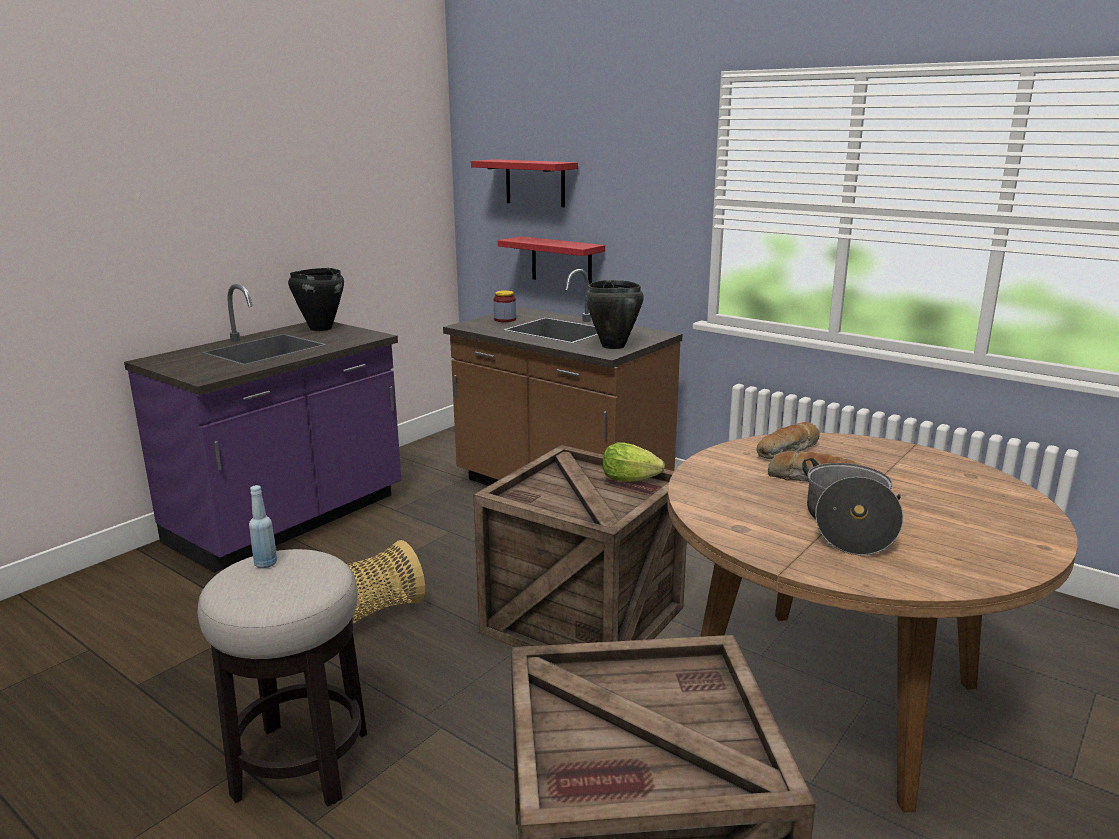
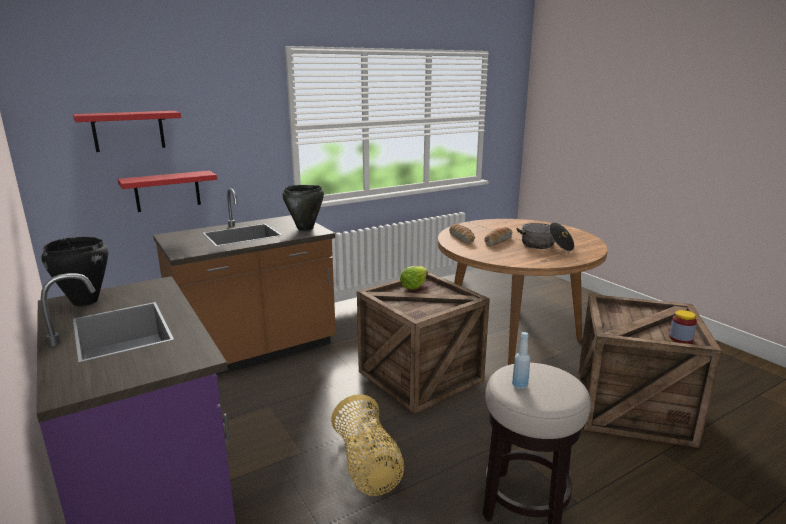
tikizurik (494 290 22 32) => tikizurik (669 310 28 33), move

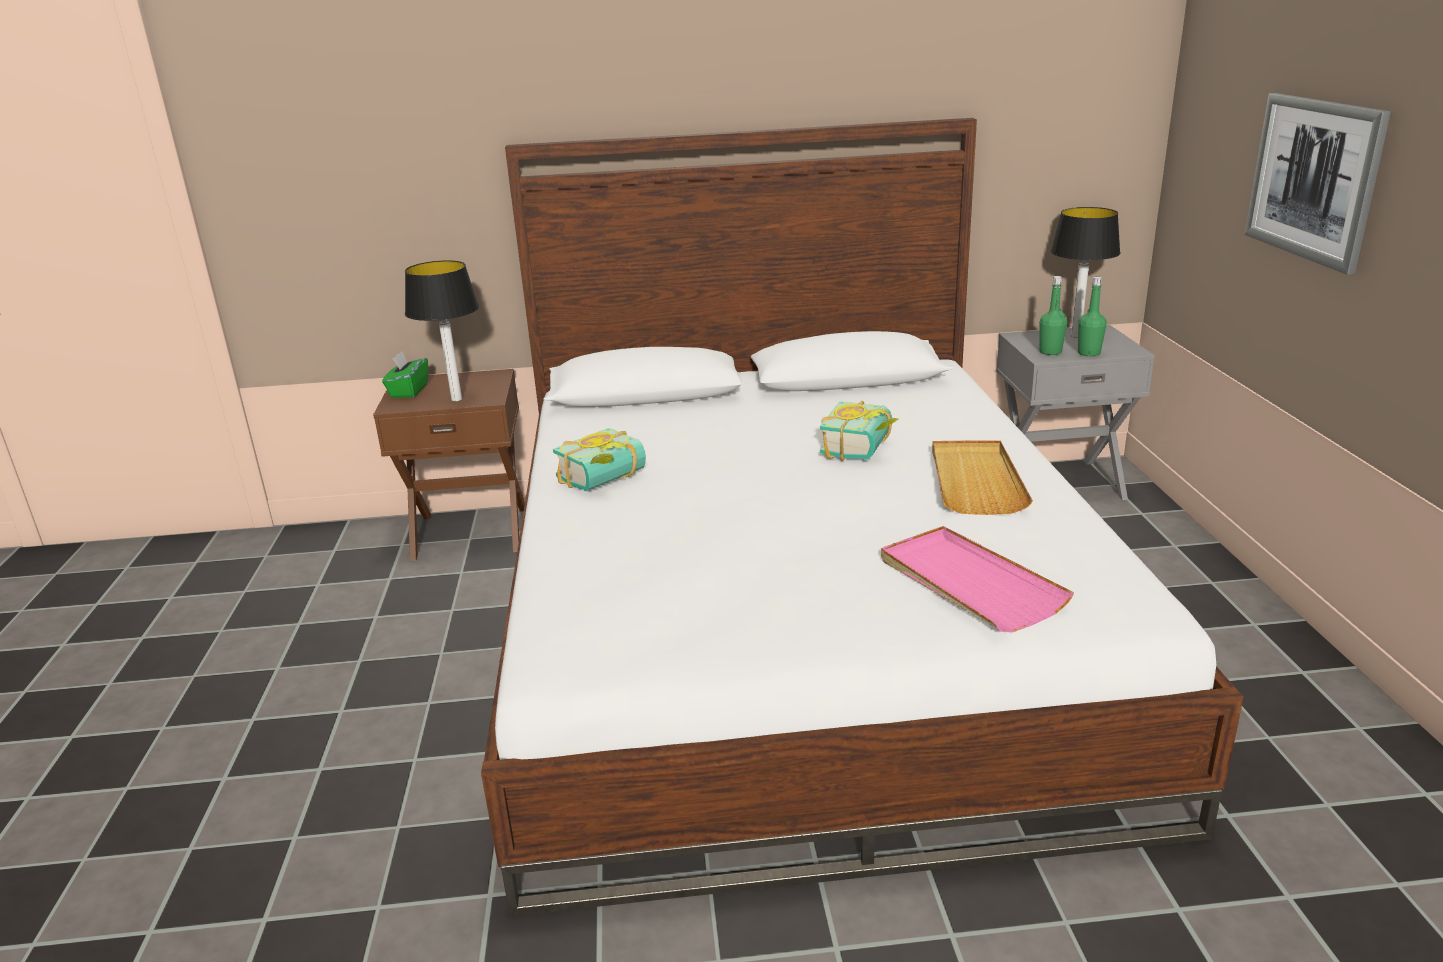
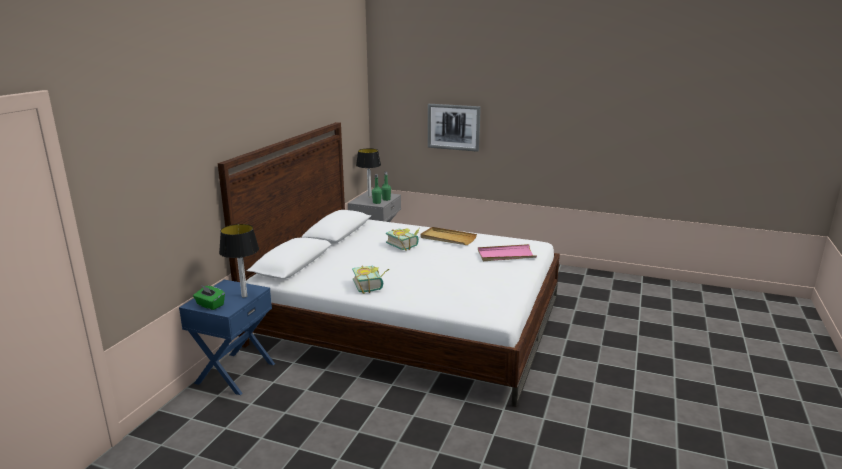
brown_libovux (373 369 152 192) => blue_libovux (179 280 96 115)

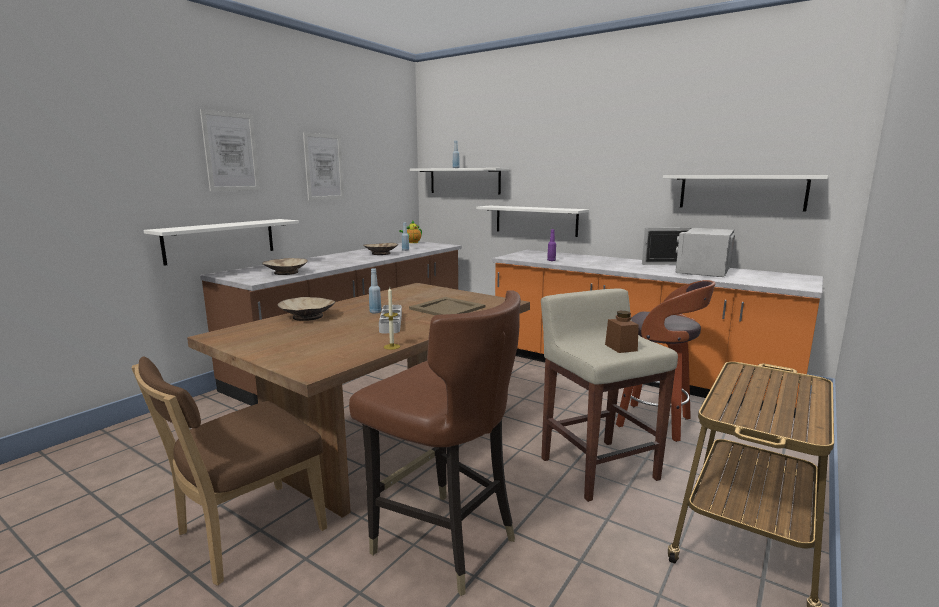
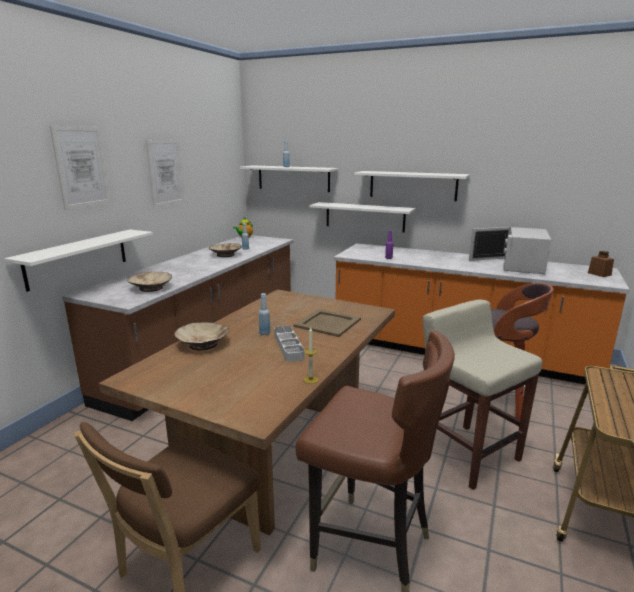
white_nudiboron (663 175 165 37) => white_nudiboron (354 171 116 30), move
brown_tikizurik (605 311 34 42) => brown_tikizurik (588 251 26 26), move

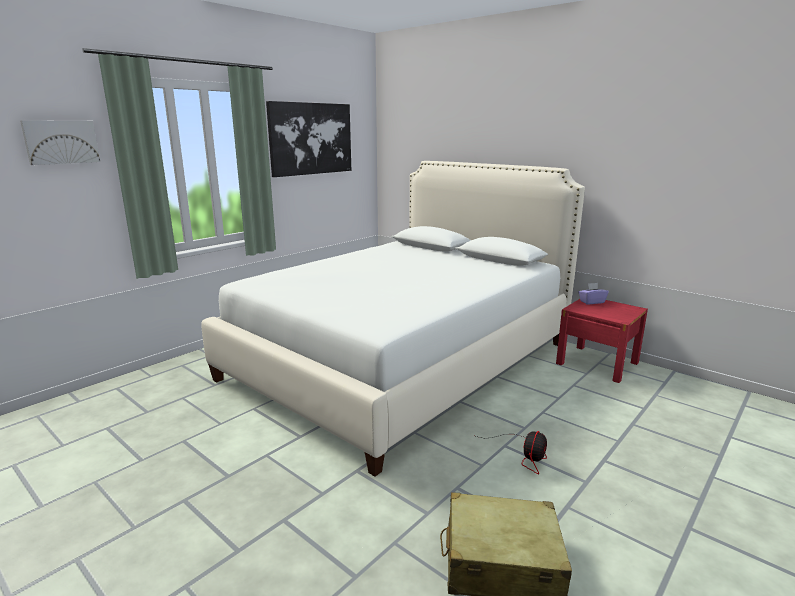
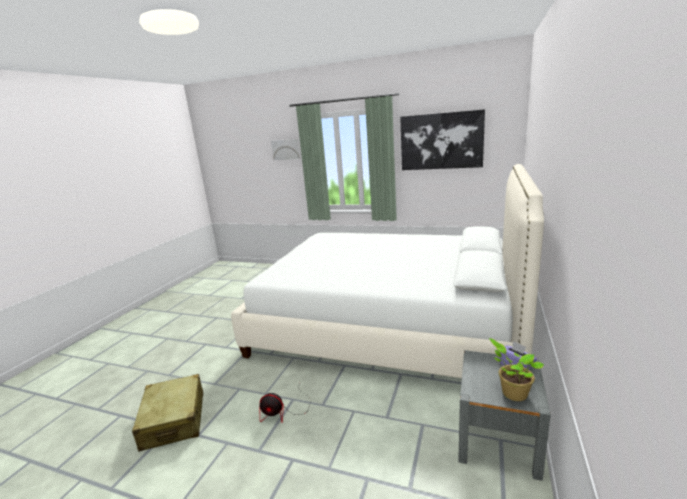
red_libovux (556 299 92 84) => grey_libovux (458 350 93 131)
nothing => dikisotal (489 338 55 63)

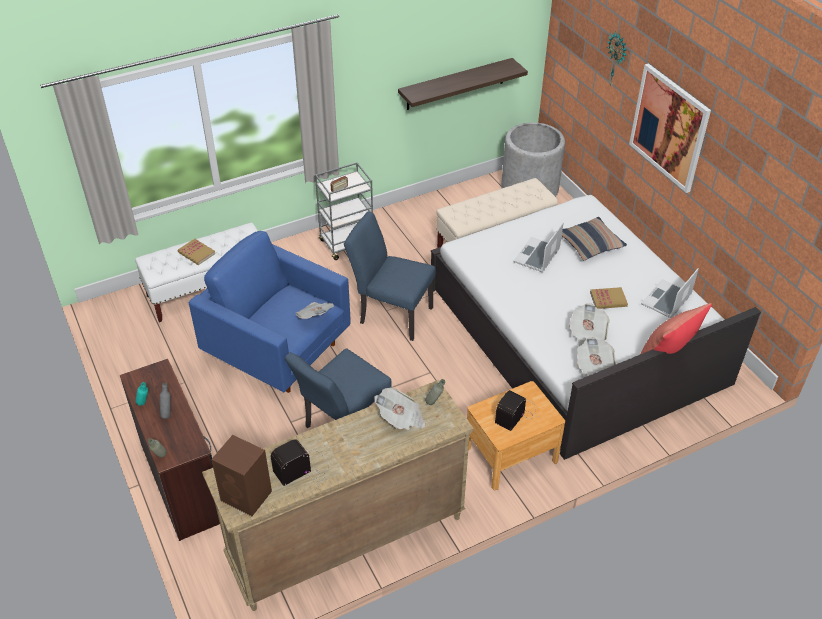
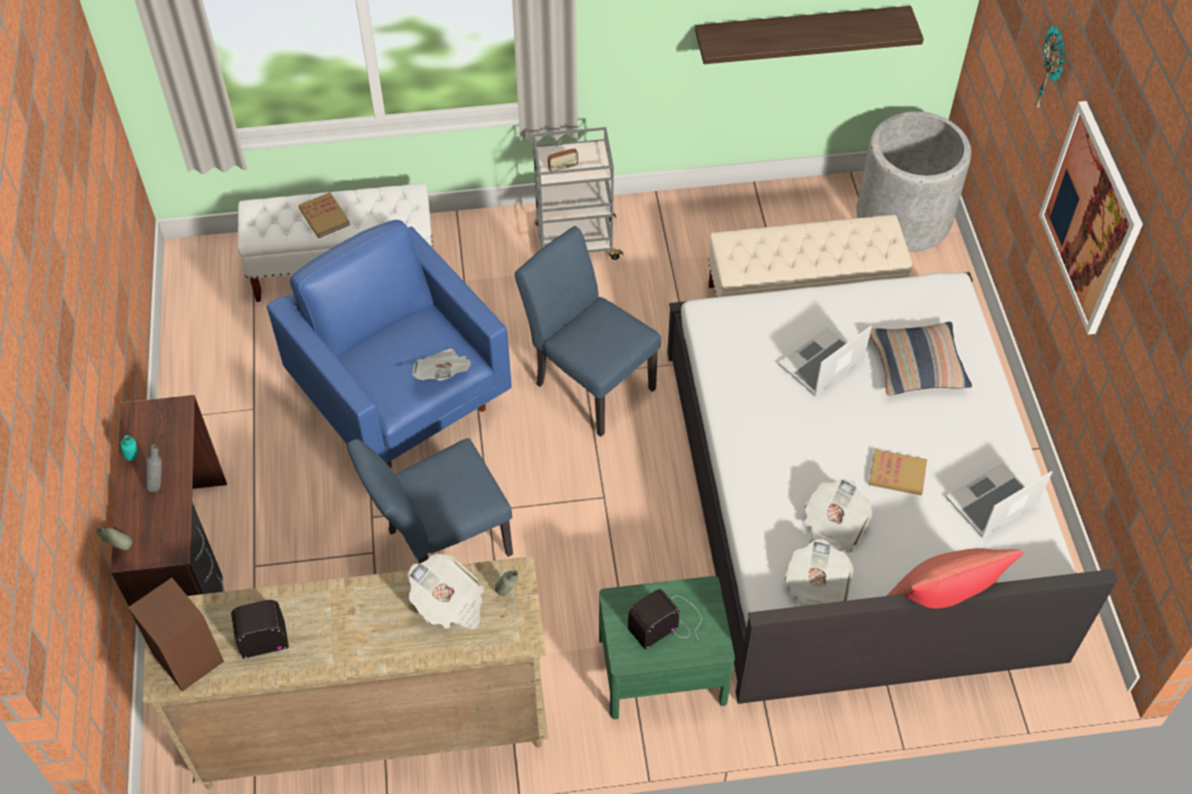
brown_libovux (467 381 98 109) => green_libovux (599 576 136 143)

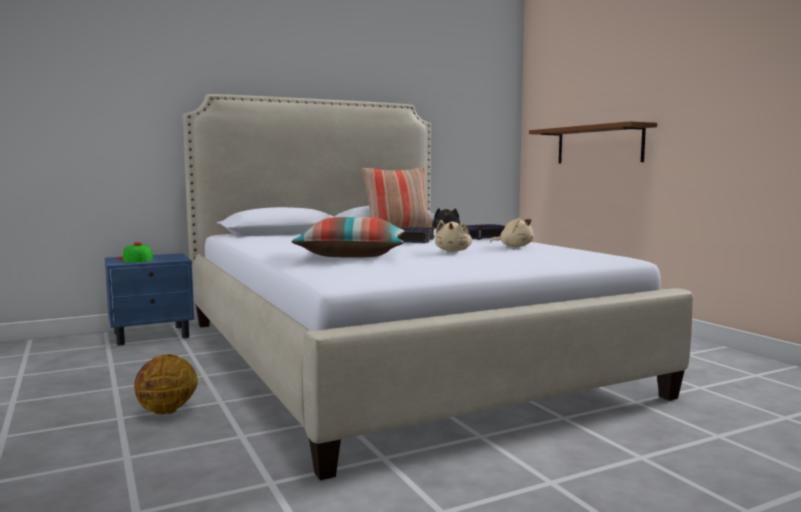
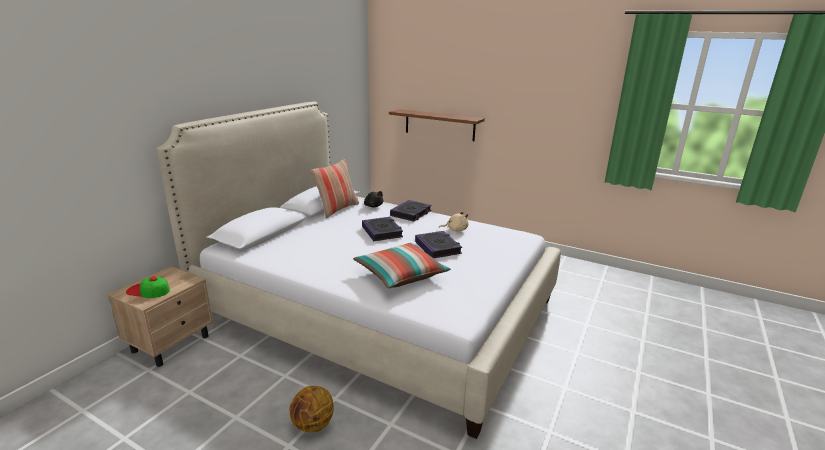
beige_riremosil (435 220 37 32) => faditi (415 231 47 27)
blue_libovux (105 253 89 93) => beige_libovux (108 266 105 101)

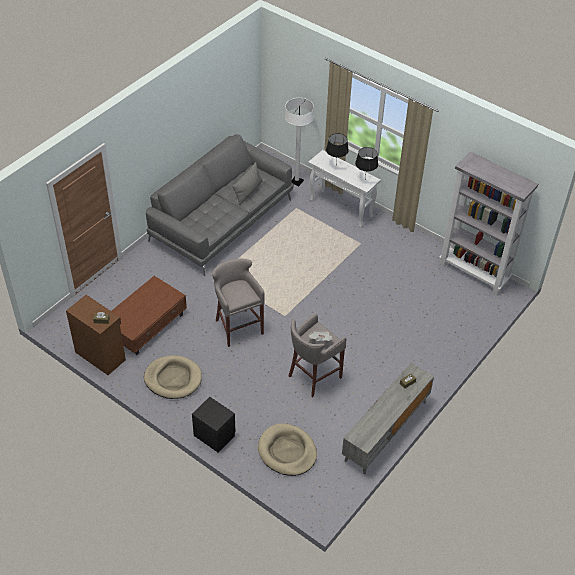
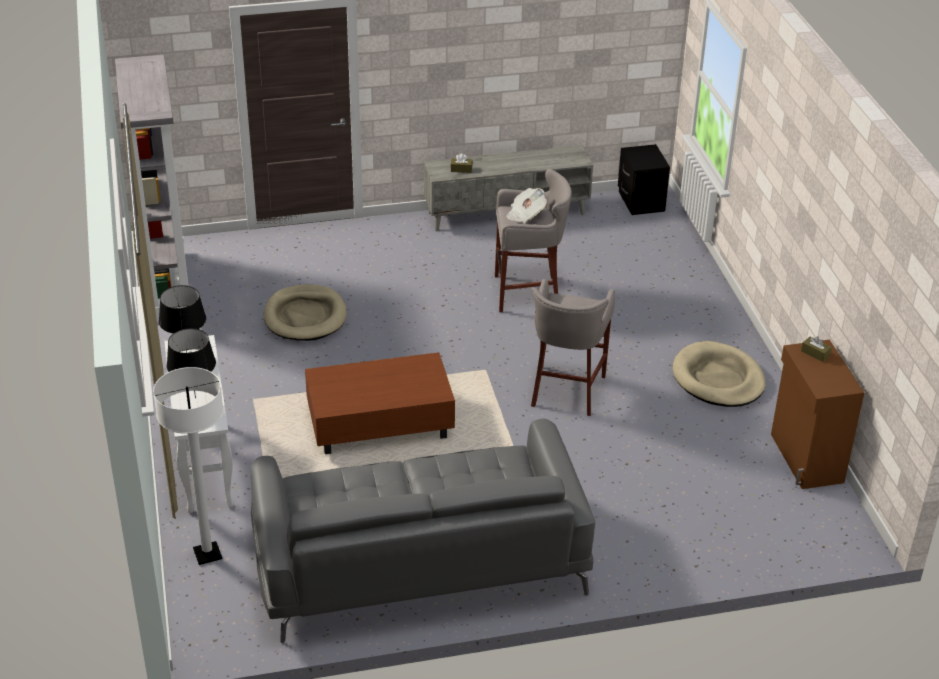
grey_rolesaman (232 162 31 43) => nothing
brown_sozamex (112 276 75 79) => brown_sozamex (305 352 150 102), move
black_libovux (192 397 43 56) => black_libovux (618 144 52 71), move
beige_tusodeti (258 423 59 53) => beige_tusodeti (264 284 82 57), move

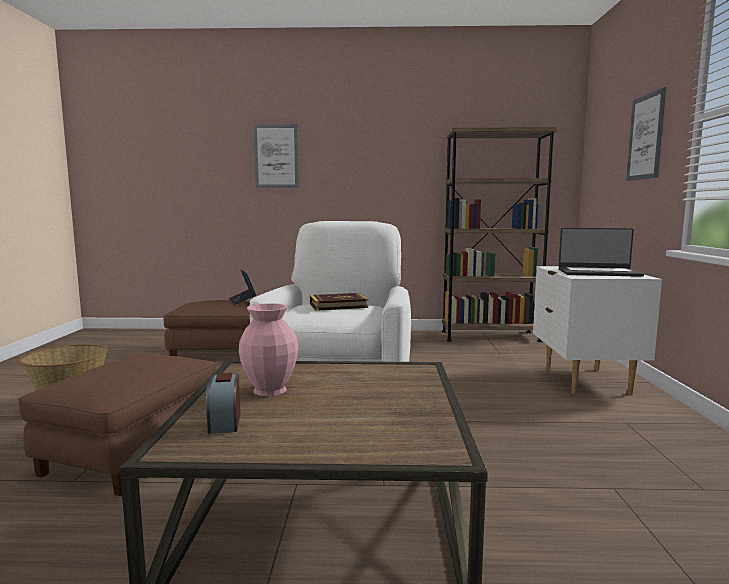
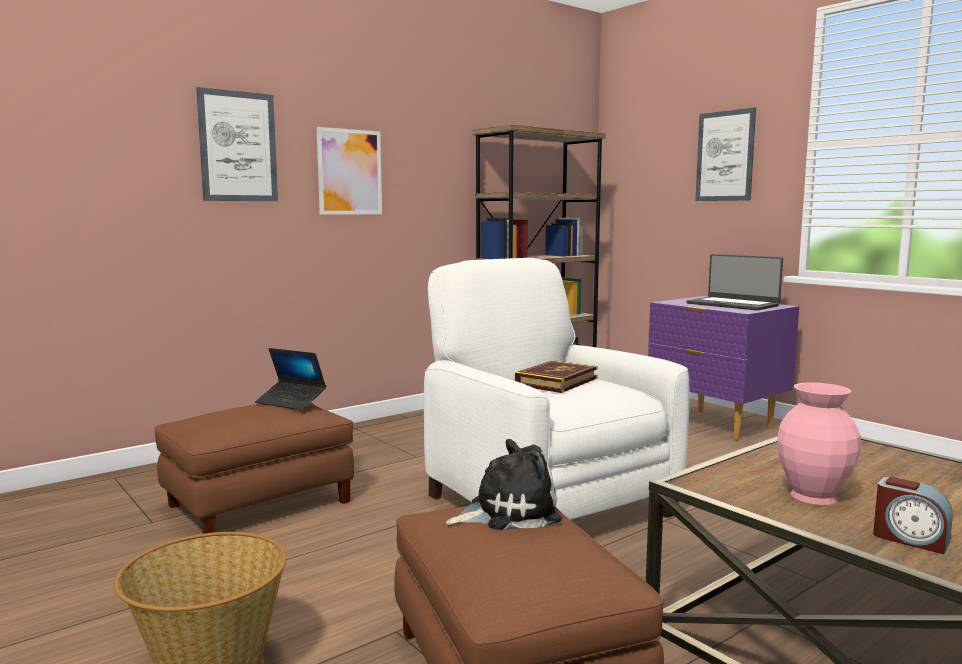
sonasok (558 228 86 49) => sonasok (687 254 96 57), 75 degrees clockwise
white_libovux (533 266 129 129) => purple_libovux (648 296 151 145)
nothing => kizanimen (317 127 65 88)
nothing => riremosil (446 439 116 91)

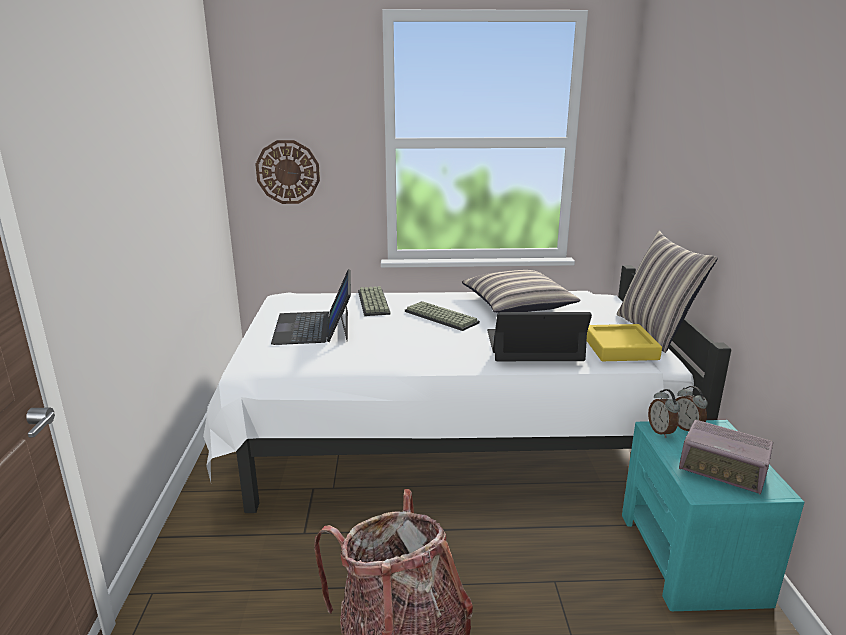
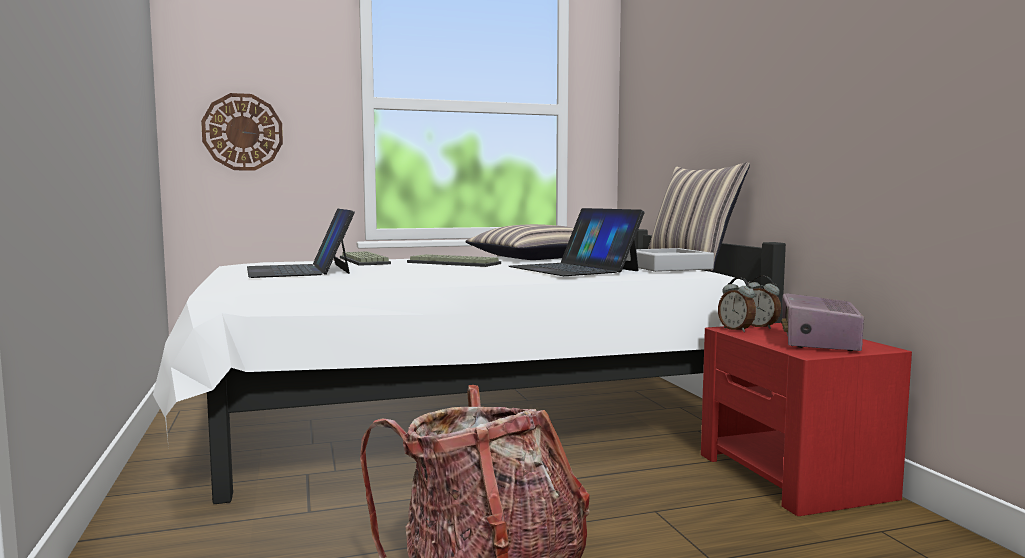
sonasok (487 312 105 49) => sonasok (509 208 136 68), 105 degrees counterclockwise
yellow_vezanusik (587 324 75 37) => grey_vezanusik (626 248 88 24)
turquoise_libovux (622 420 182 191) => red_libovux (701 323 211 193)
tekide (679 420 94 74) => tekide (781 293 83 58), 90 degrees clockwise

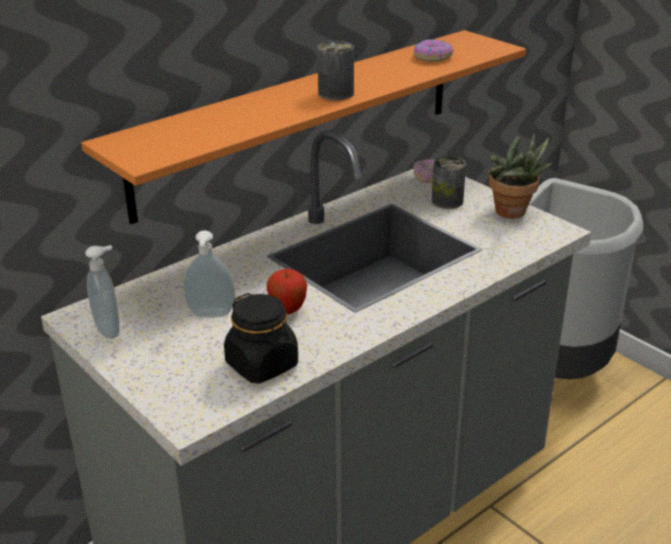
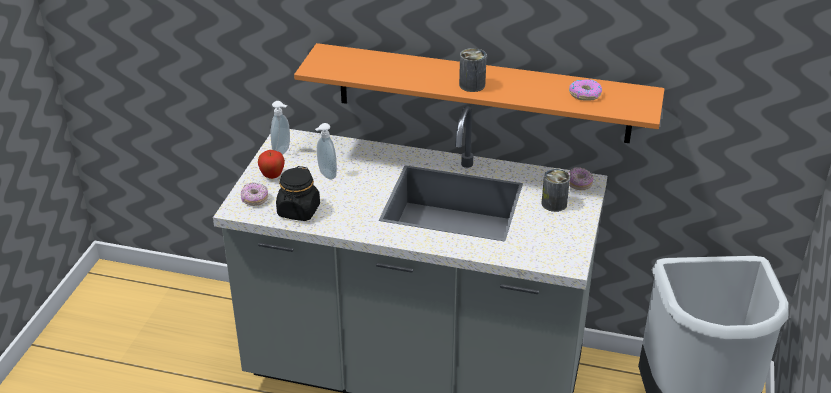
dikisotal (488 133 65 85) => nothing
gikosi (267 269 40 46) => gikosi (258 150 27 29), move
nothing => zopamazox (241 183 27 23)

